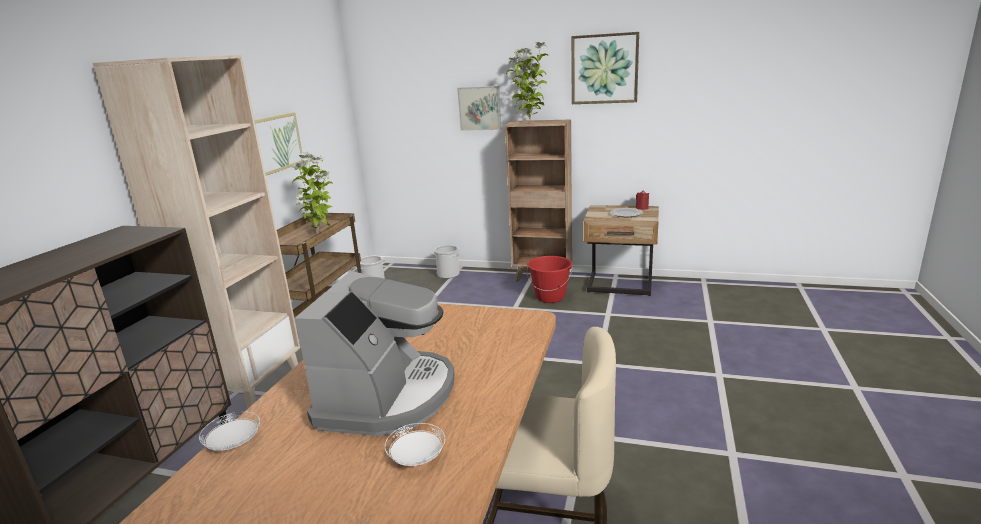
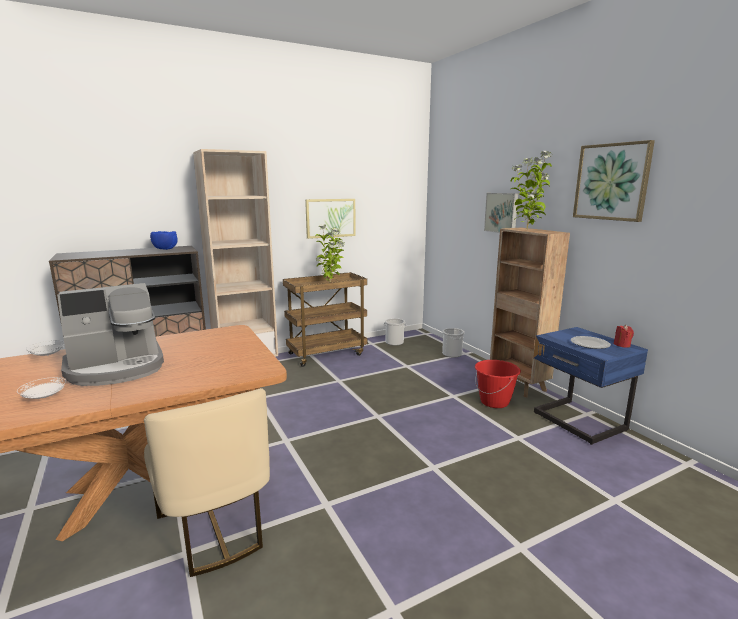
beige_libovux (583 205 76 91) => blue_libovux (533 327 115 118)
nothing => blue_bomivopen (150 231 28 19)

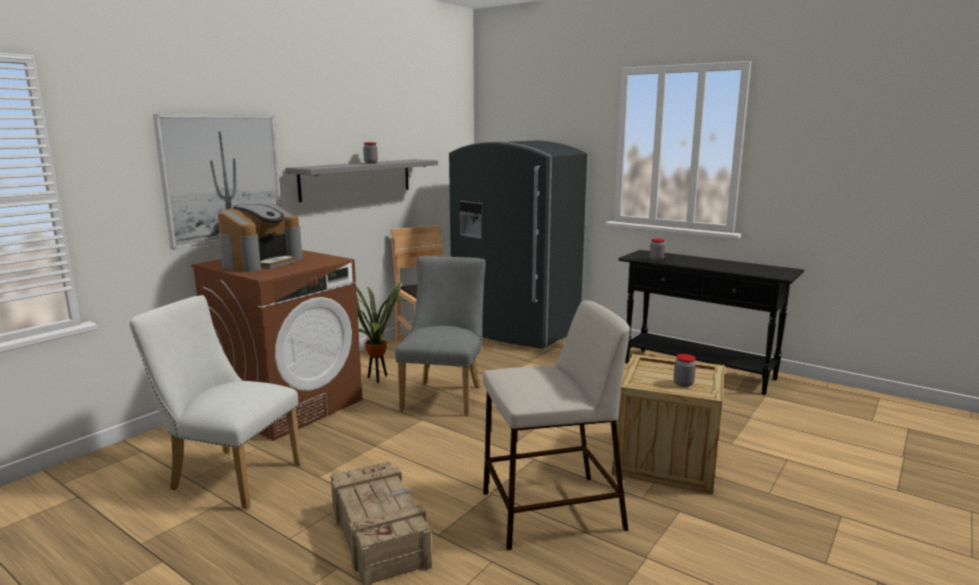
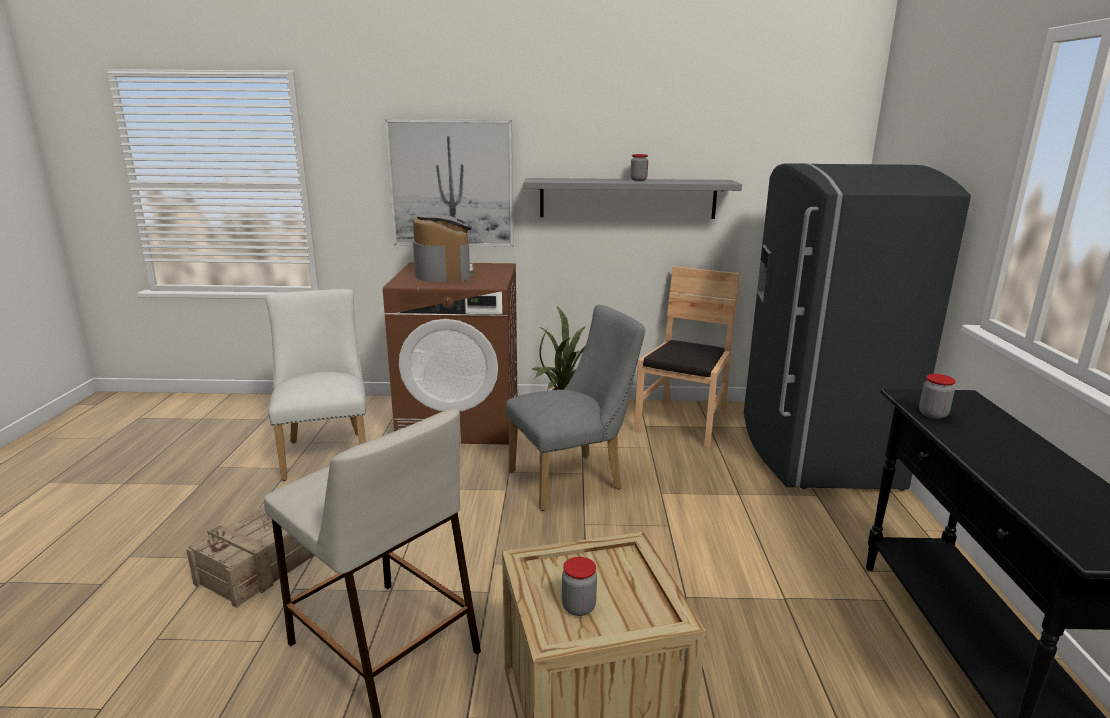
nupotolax (218 204 85 68) => nupotolax (413 213 61 69), 90 degrees counterclockwise

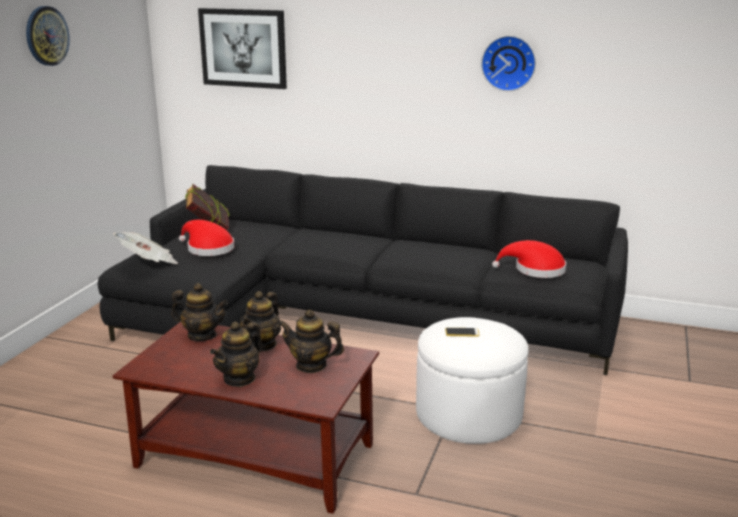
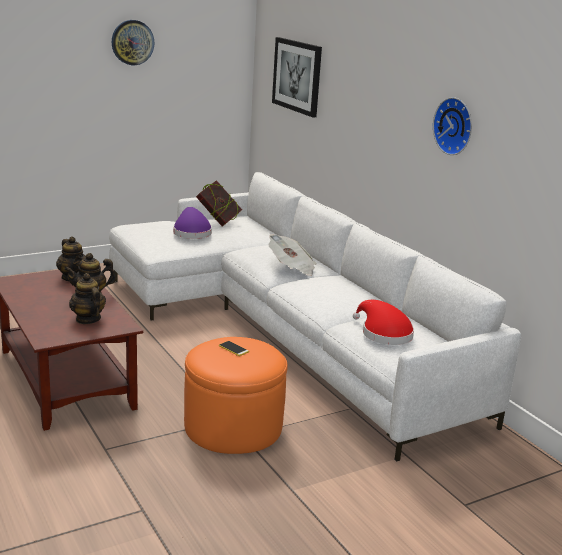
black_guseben (98 165 530 210) => white_guseben (109 172 412 289)
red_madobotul (179 220 55 36) => purple_madobotul (173 207 39 32)
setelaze (113 232 66 32) => setelaze (268 234 48 42), move
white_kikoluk (416 317 112 127) => orange_kikoluk (184 337 104 117)
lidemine (210 321 52 66) => nothing

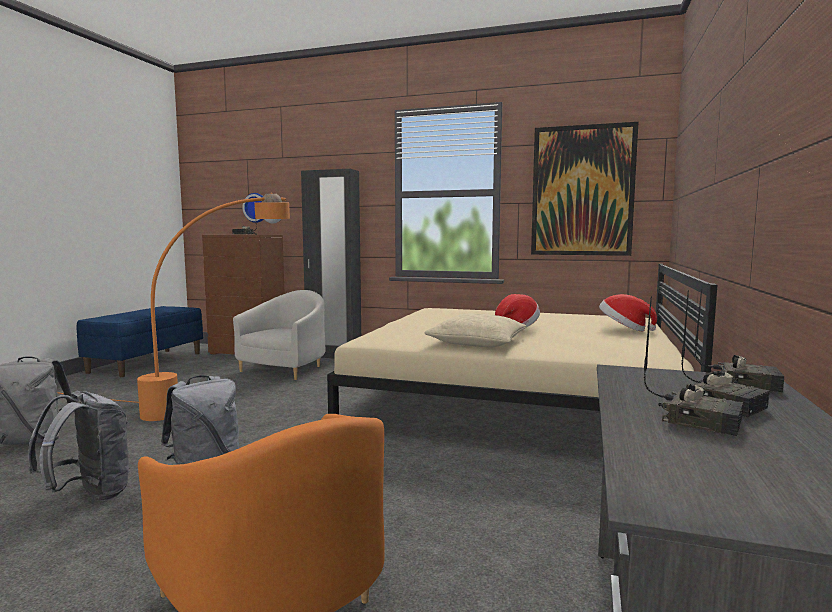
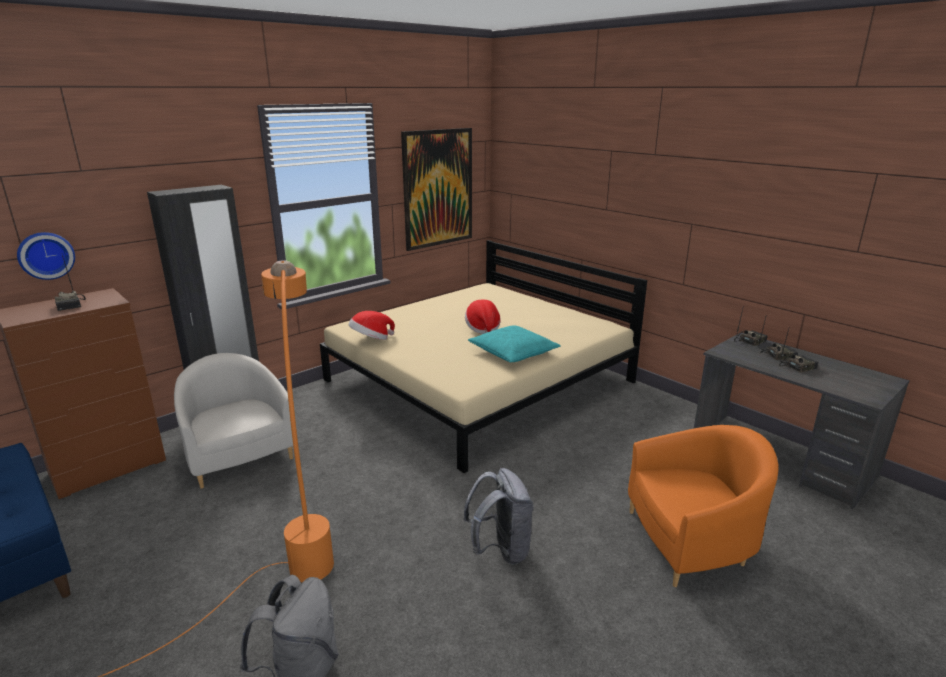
madobotul (599 294 58 37) => madobotul (349 311 46 29), move
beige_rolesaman (424 313 103 34) => turquoise_rolesaman (468 325 93 38)
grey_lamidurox (28 391 102 110) => nothing

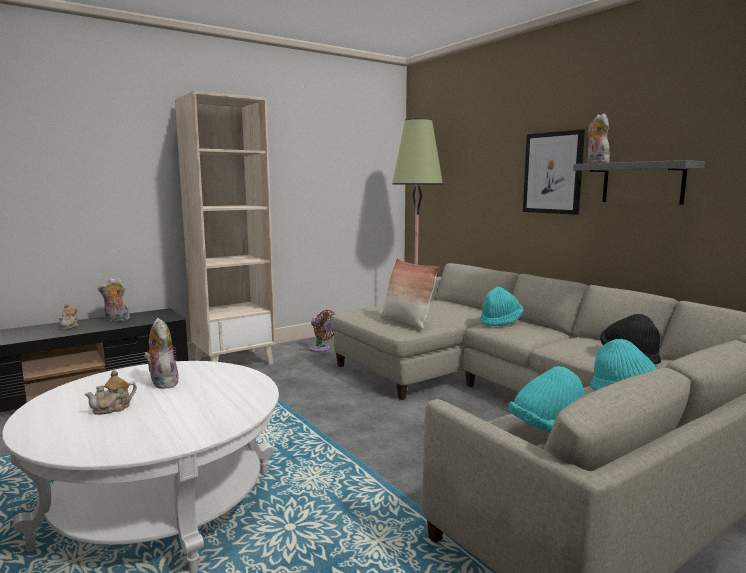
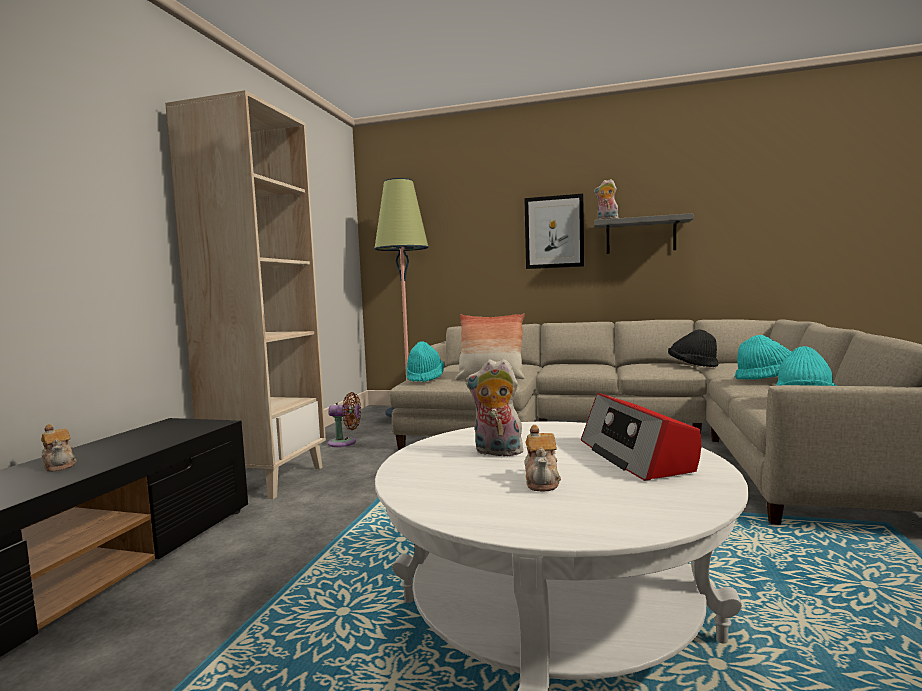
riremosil (98 277 32 45) => nothing
turquoise_madobotul (480 287 43 40) => turquoise_madobotul (407 341 37 41), move
nothing => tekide (581 393 120 88)

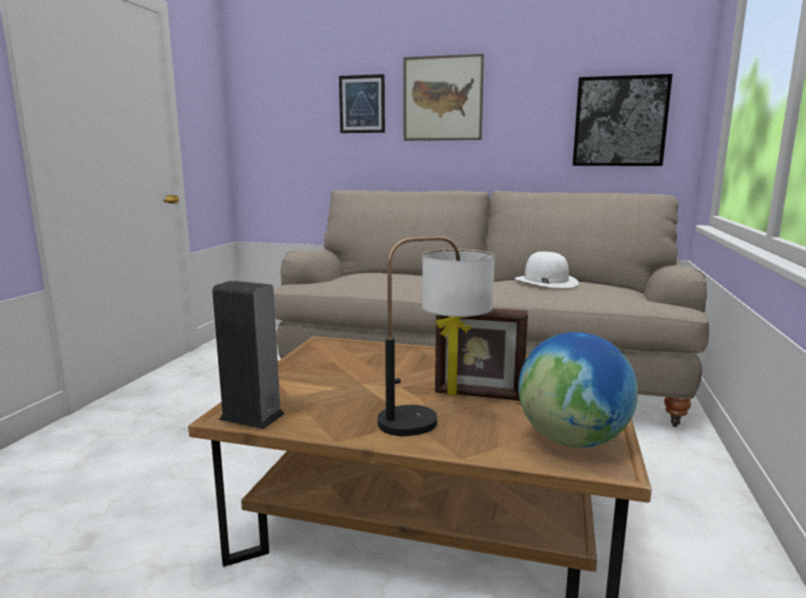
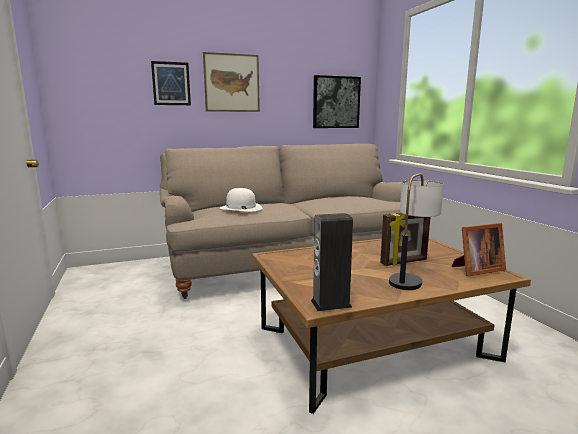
white_madobotul (515 251 64 37) => white_madobotul (220 188 42 23), move
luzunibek (518 332 120 116) => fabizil (451 223 55 53)

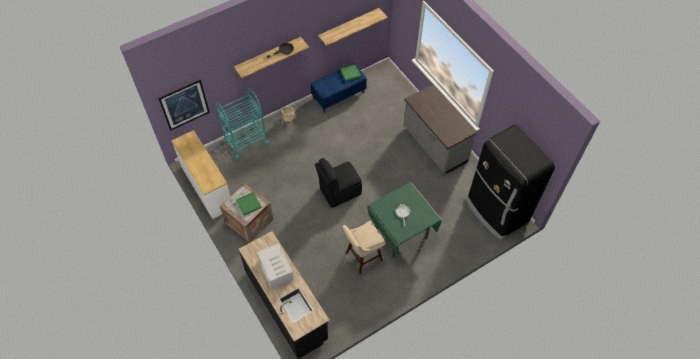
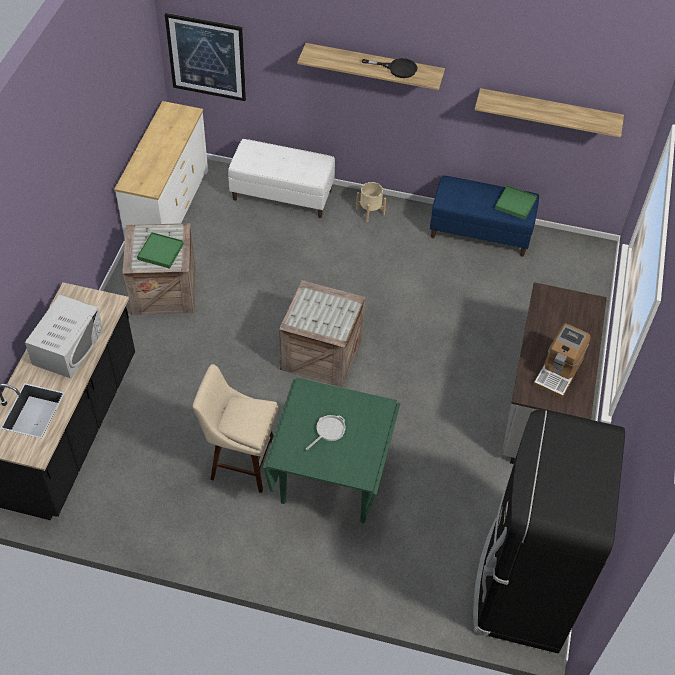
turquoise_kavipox (216 89 53 71) => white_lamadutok (228 139 107 79)
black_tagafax (315 158 47 50) => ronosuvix (279 280 86 107)
nothing => nupotolax (533 323 57 76)

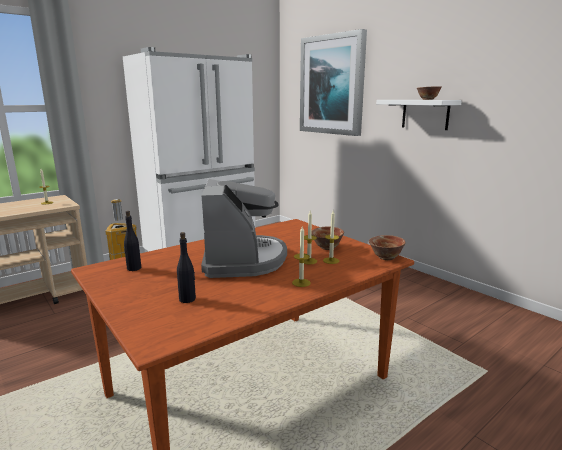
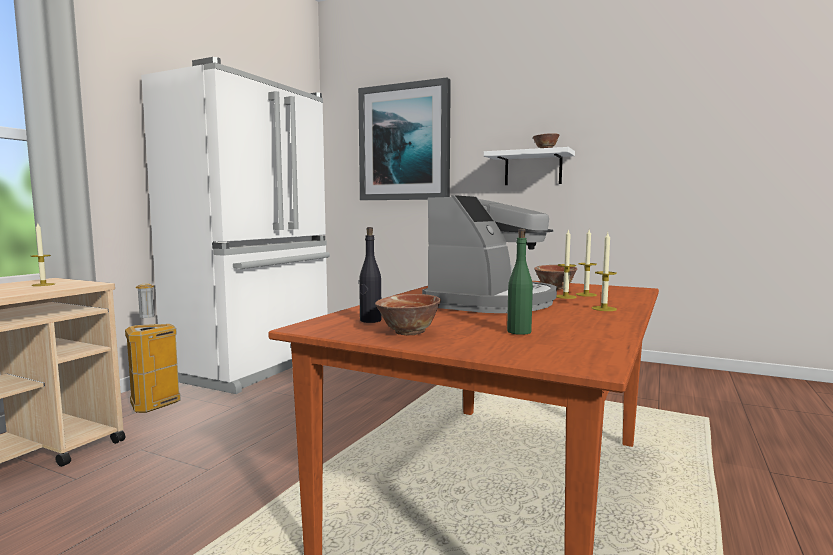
nupotolax (201 179 86 99) => nupotolax (422 195 135 118), 60 degrees clockwise
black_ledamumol (177 232 19 71) => green_ledamumol (507 229 26 106)
bomivopen (369 235 37 25) => bomivopen (375 294 66 41), move

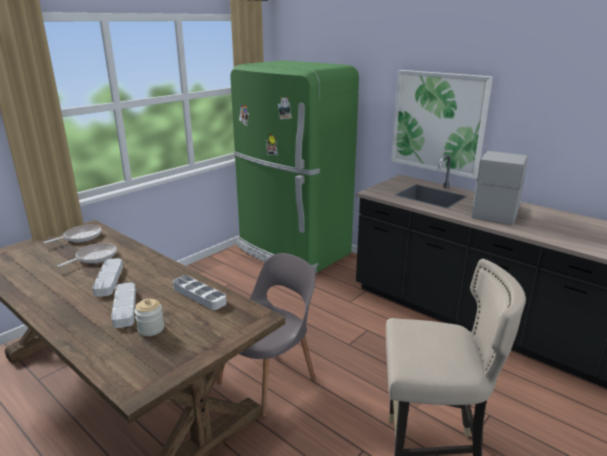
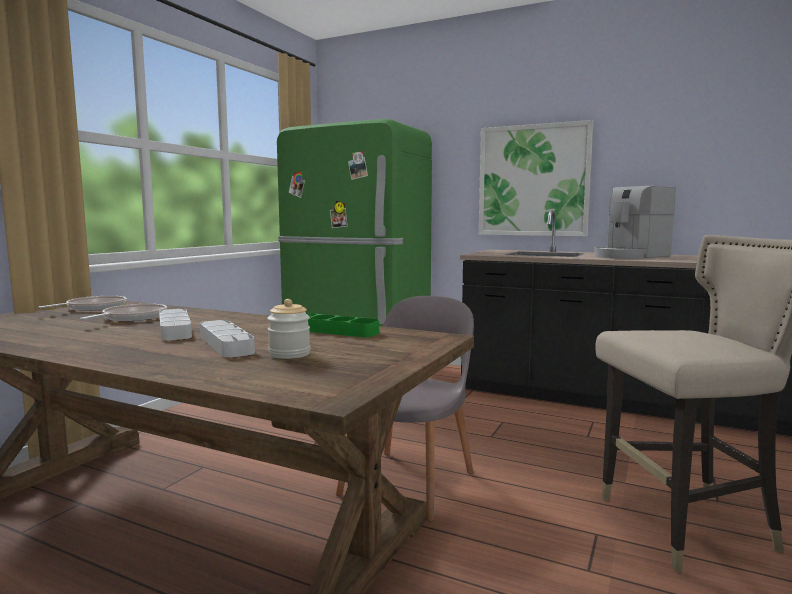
nupotolax (471 151 57 74) => nupotolax (594 186 82 73), 135 degrees counterclockwise
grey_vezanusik (173 275 54 35) => green_vezanusik (306 313 73 24)

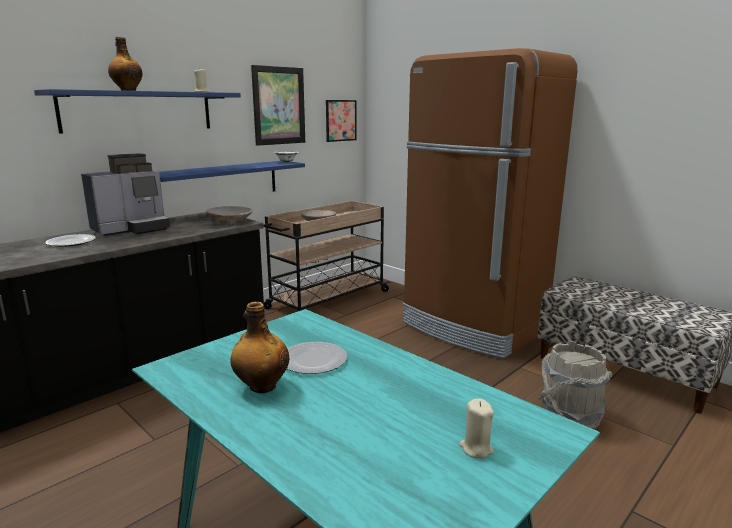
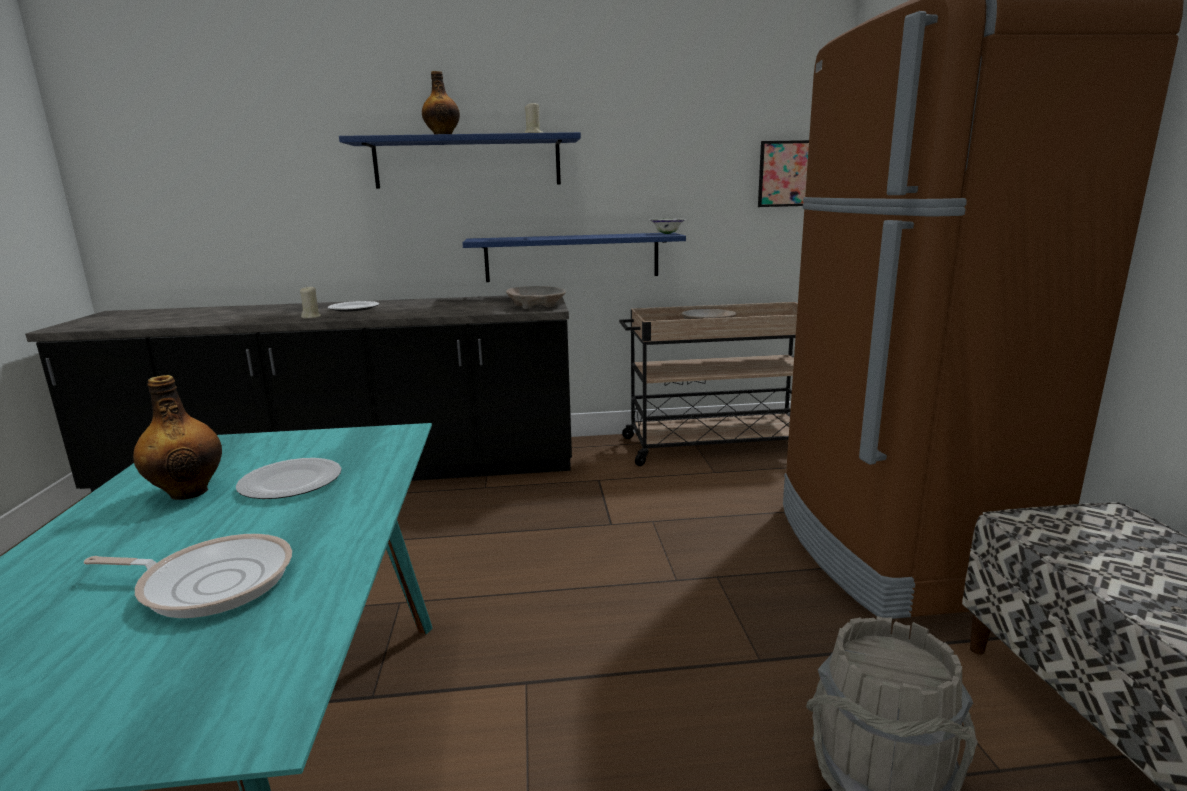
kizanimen (251 65 54 81) => nothing
nupotolax (81 153 89 83) => nothing
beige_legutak (459 398 35 61) => beige_legutak (300 286 21 33), move
nothing => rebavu (84 534 208 84)

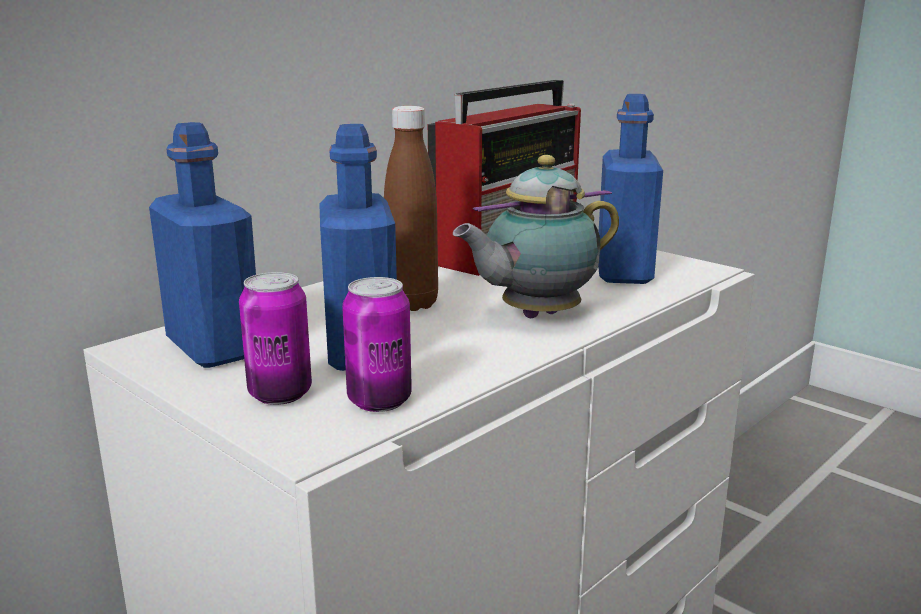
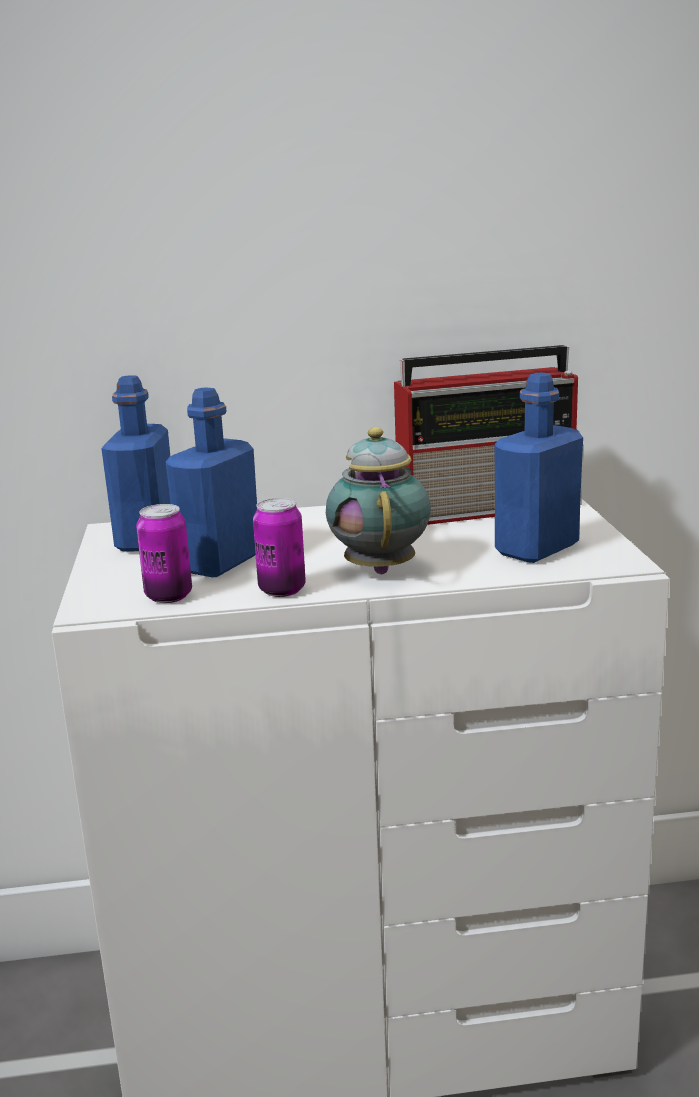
brown_ledamumol (384 106 54 205) => nothing
lidemine (453 155 166 163) => lidemine (326 427 105 147), 75 degrees clockwise
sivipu (239 272 73 133) => sivipu (253 498 53 99), move

